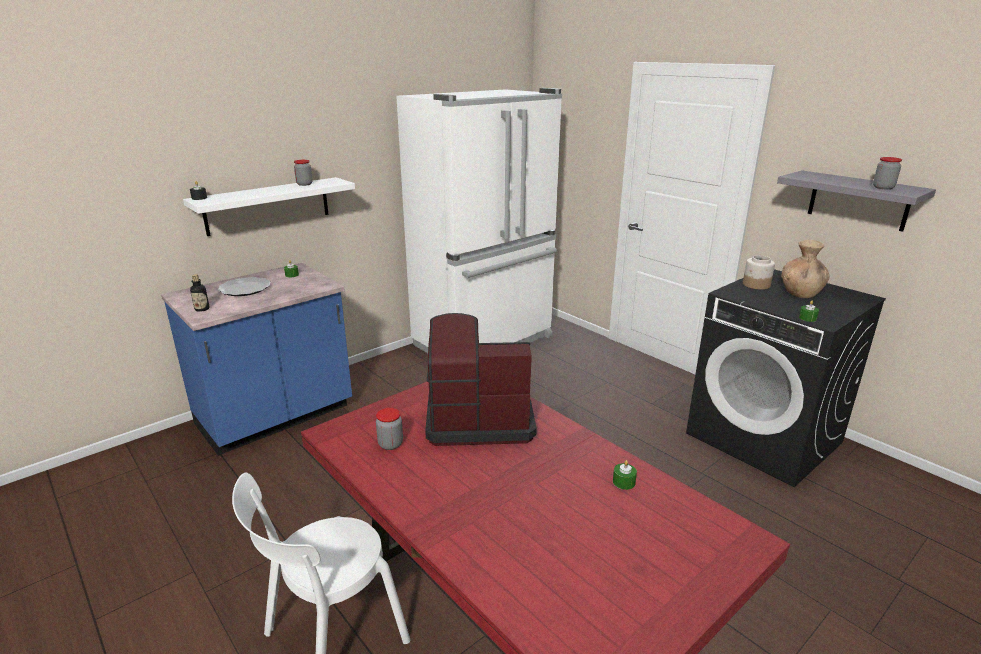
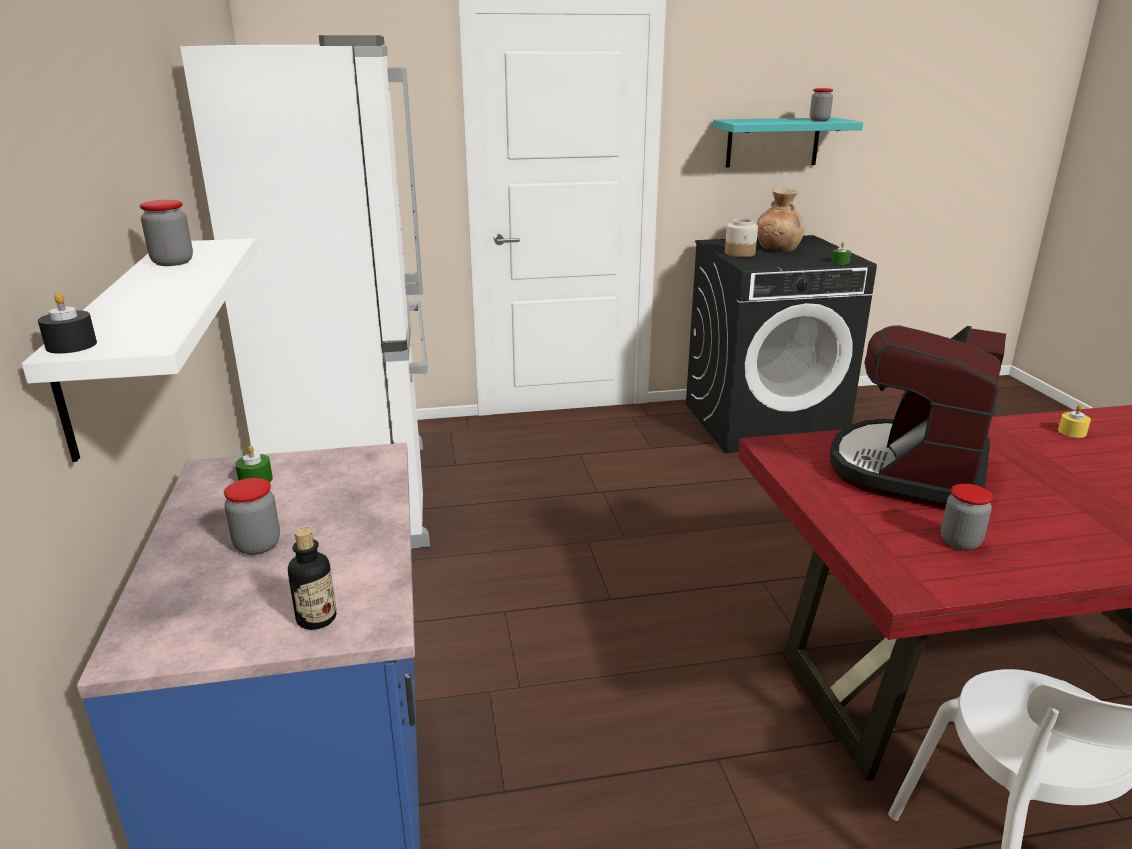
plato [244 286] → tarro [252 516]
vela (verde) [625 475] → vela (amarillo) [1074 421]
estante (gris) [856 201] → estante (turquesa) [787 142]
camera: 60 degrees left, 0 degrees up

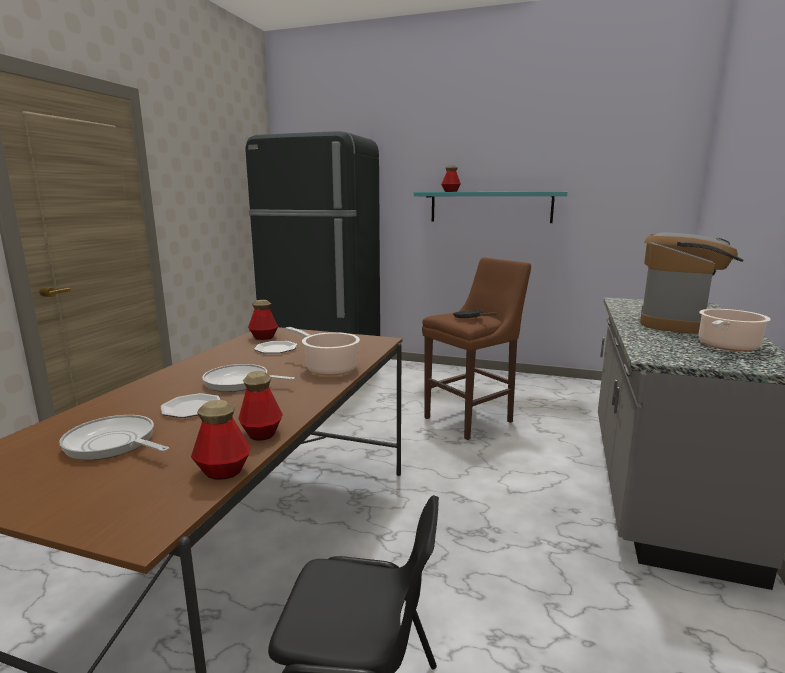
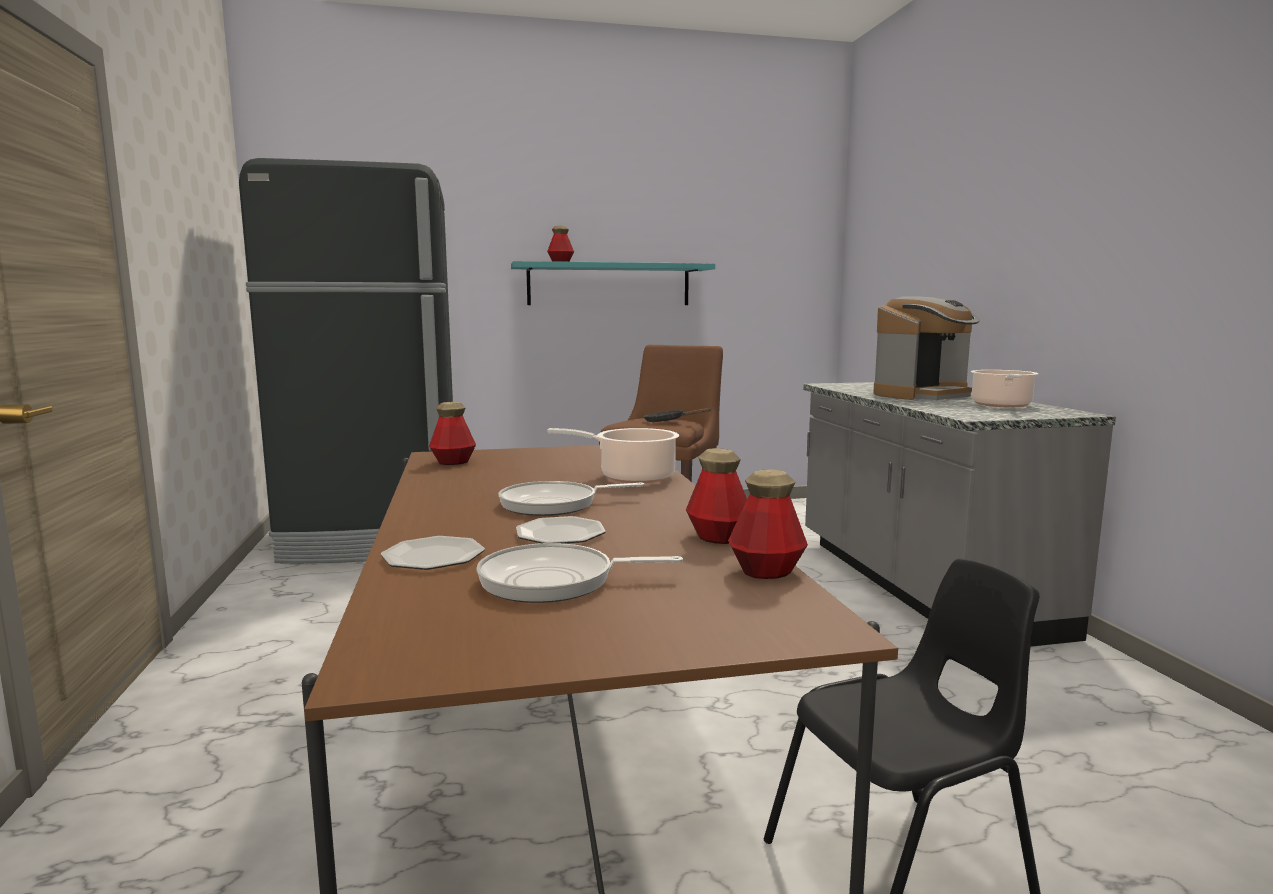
plato [275 347] → plato [433 553], shifted
cafetera [692 283] → cafetera [926 348], 60 degrees clockwise
camera: 30 degrees left, 5 degrees down

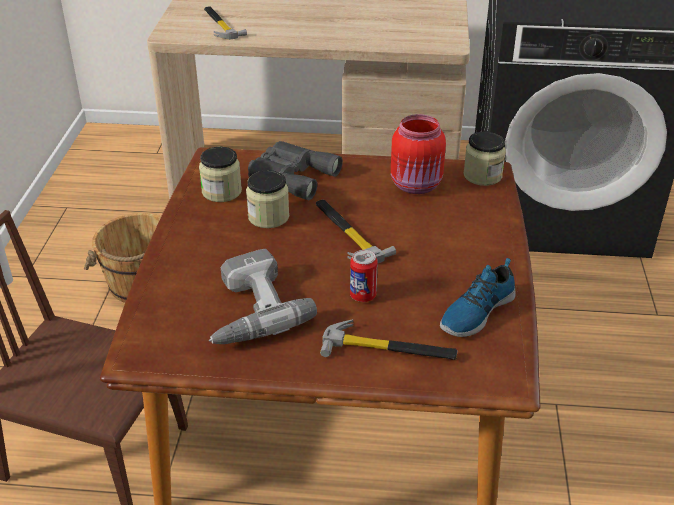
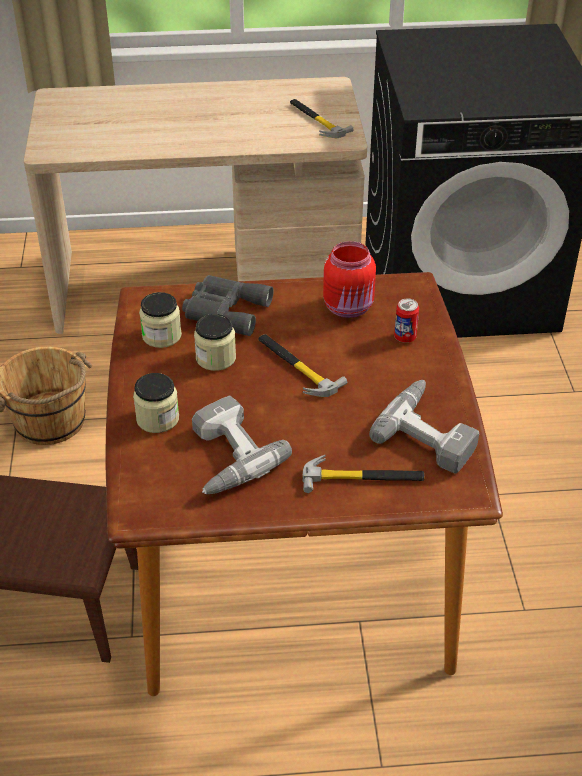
martillo [225 23] → martillo [322 118], shifted
lata [364 276] → lata [406 320], shifted
zapato [478 297] → taladro [424 427]
tarro [484 159] → tarro [156 403], shifted
camera: 10 degrees left, 5 degrees up

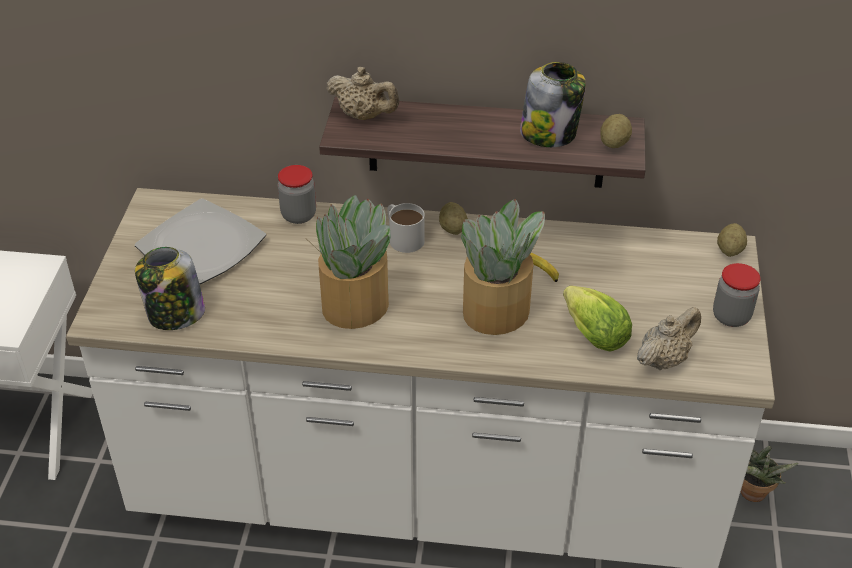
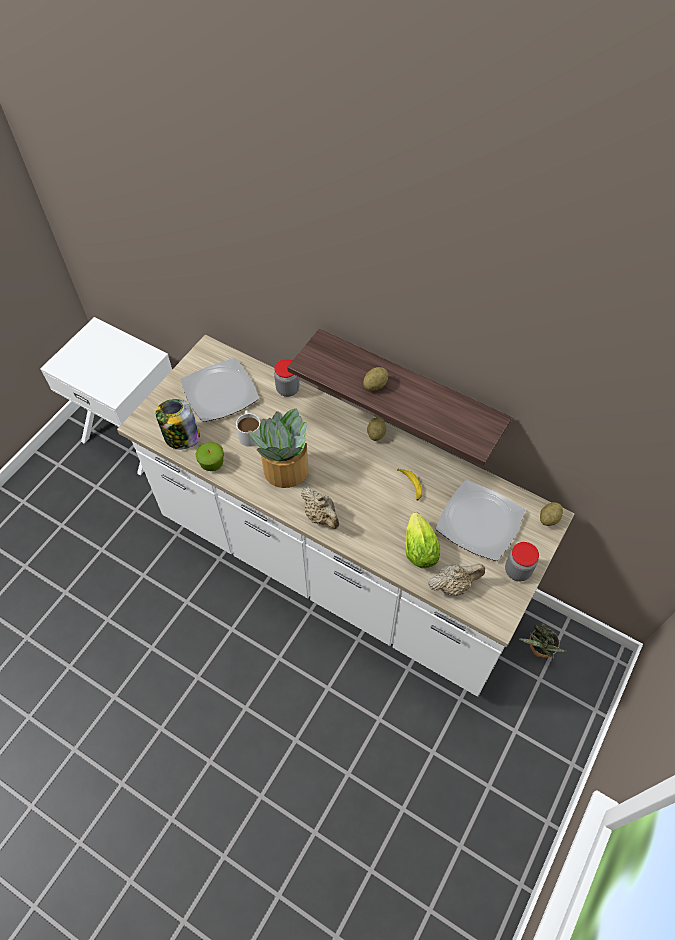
tetera (beis) [362 93] → tetera (beis) [320 508], shifted
taza grande (blanco) [406 228] → taza grande (blanco) [248 428], shifted
planta en maceta [503 267] → -
tarro [553 104] → -
patata [616 131] → patata [375 379], shifted
- → manzana [209 456]
- → plato [480 520]
camera: 25 degrees right, 15 degrees up

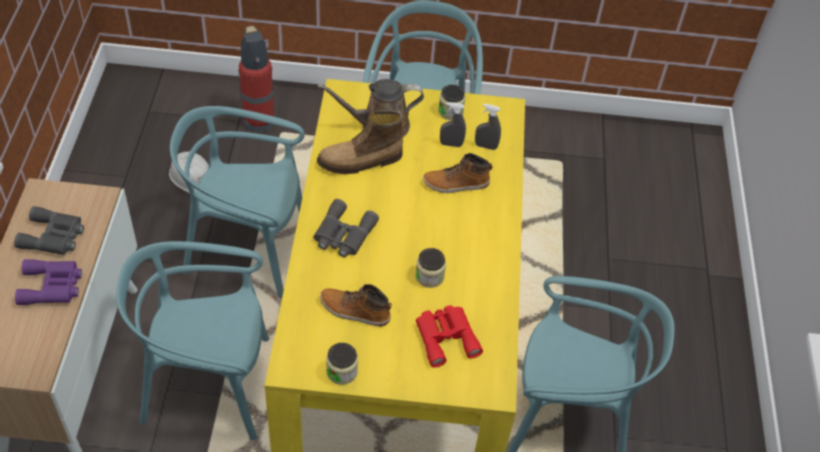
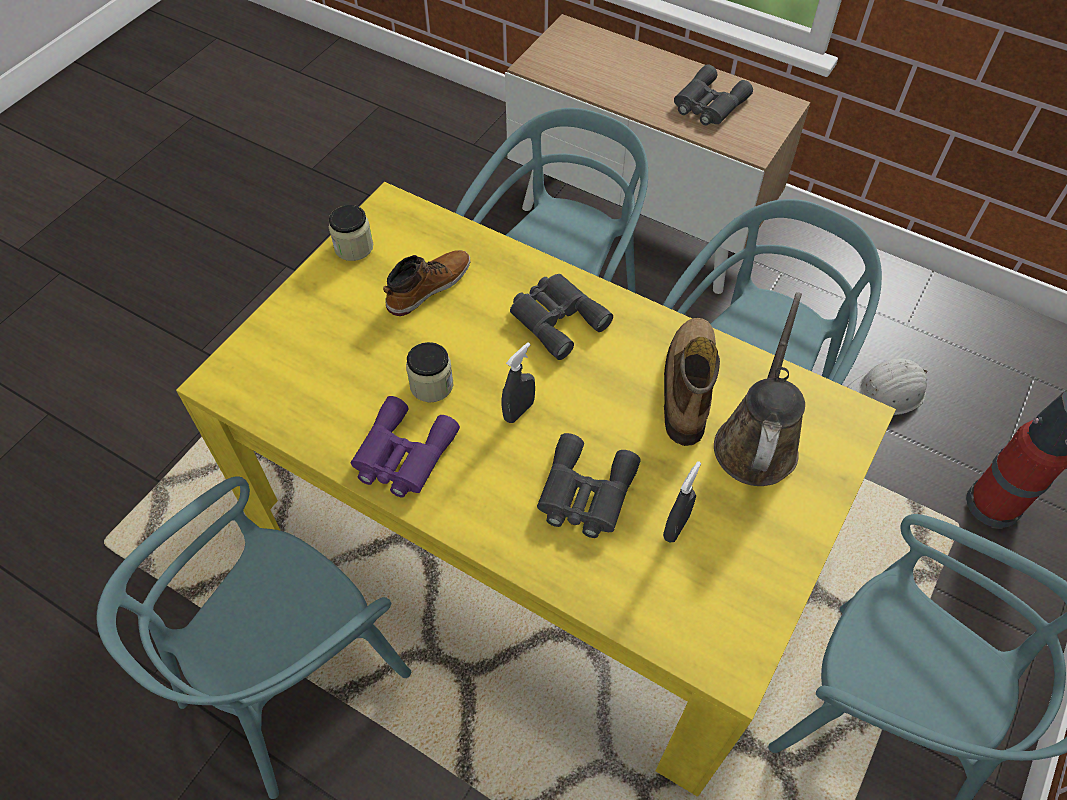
prismáticos (morado) [48 282] → prismáticos (morado) [405 447], shifted
prismáticos (rojo) [449 336] → -
bota [457 173] → prismáticos (gris) [589 485]
tarro [451 102] → -
pulverizador (gris) [488 127] → pulverizador (gris) [518 382], shifted
camera: 120 degrees right, 5 degrees up

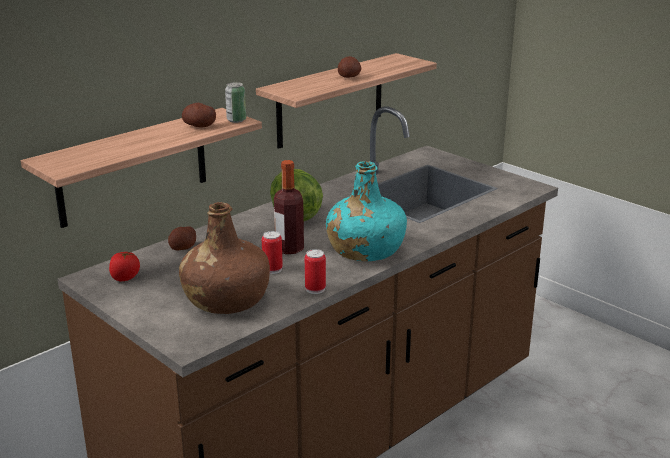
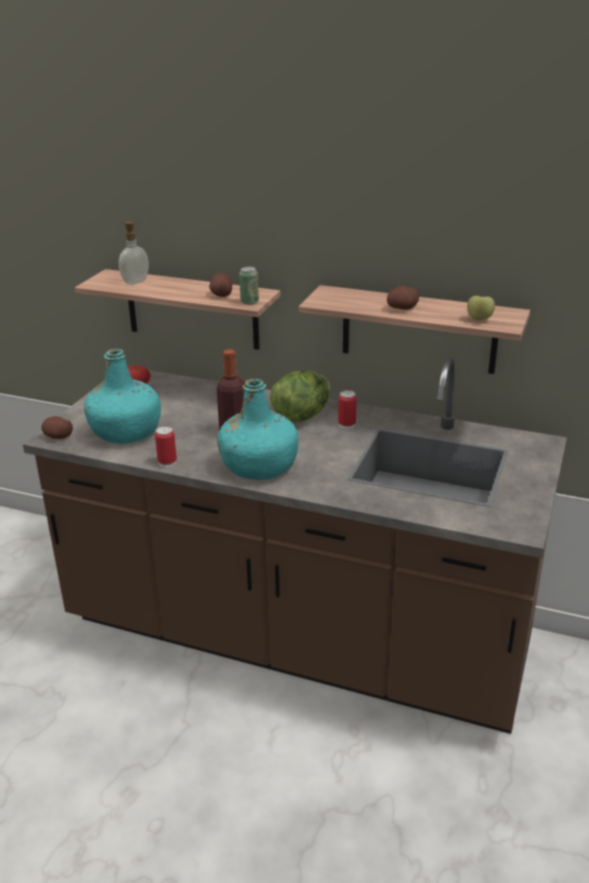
patata [182 238] → patata [57 427], shifted
botella (marrón) [224 258] → botella (turquesa) [122 396]
lata [272 252] → lata [347 409], shifted
- → dispensador de jabón [134 253]
- → manzana [481 308]
camera: 65 degrees right, 5 degrees up

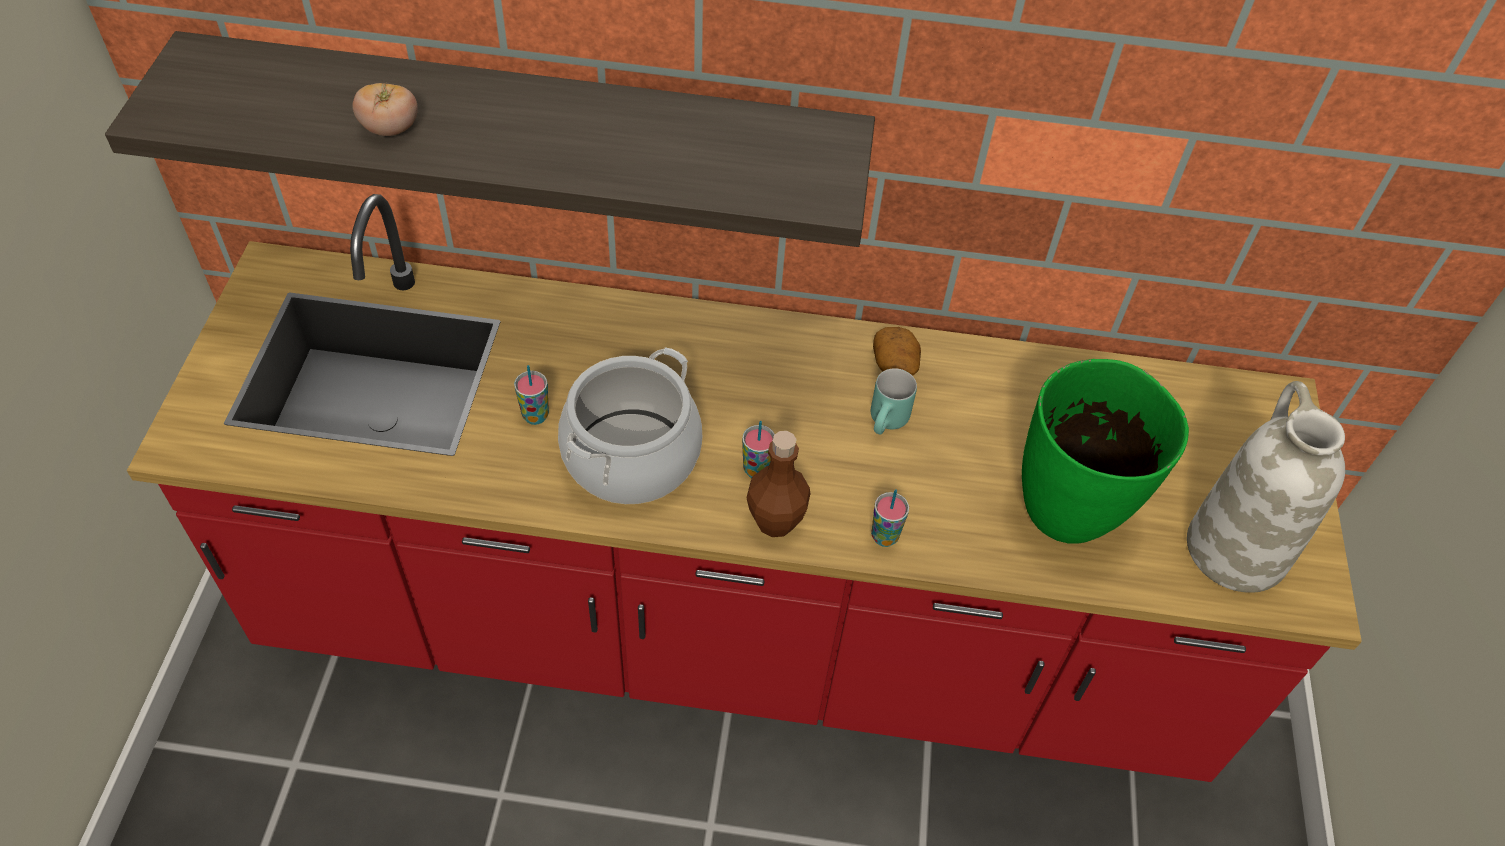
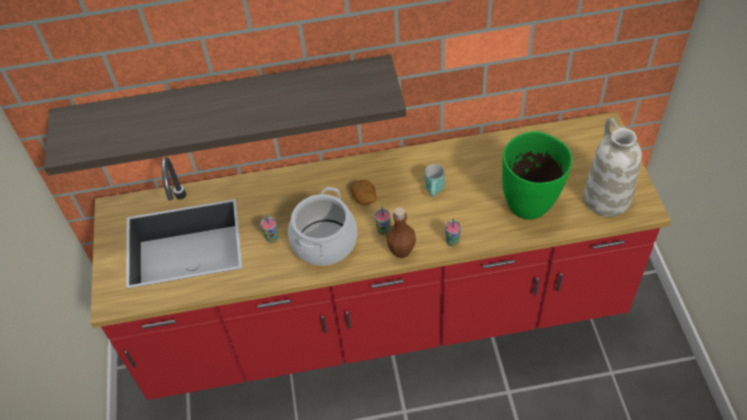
tomate [385 109] → -
patata [897 351] → patata [364 193], shifted
camera: 10 degrees left, 0 degrees up

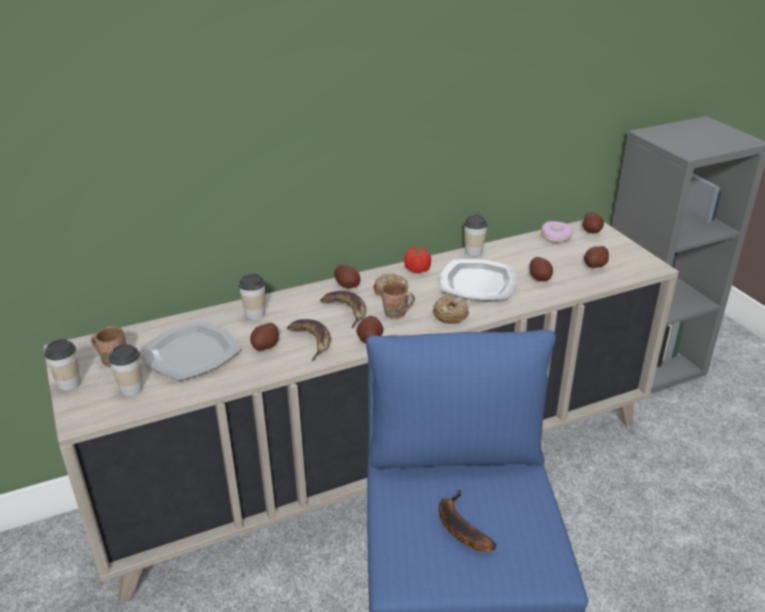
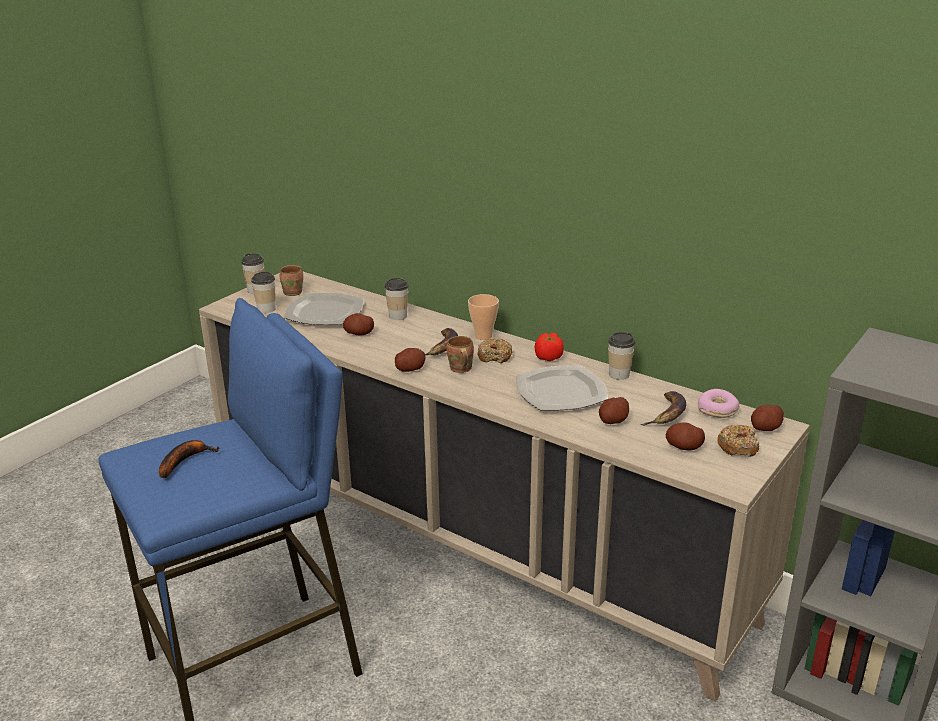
plátano [309 340] → plátano [663 408], shifted
patata [347 276] → taza [483 317]
rosquilla [451 309] → rosquilla [738 441], shifted
camera: 60 degrees right, 5 degrees down

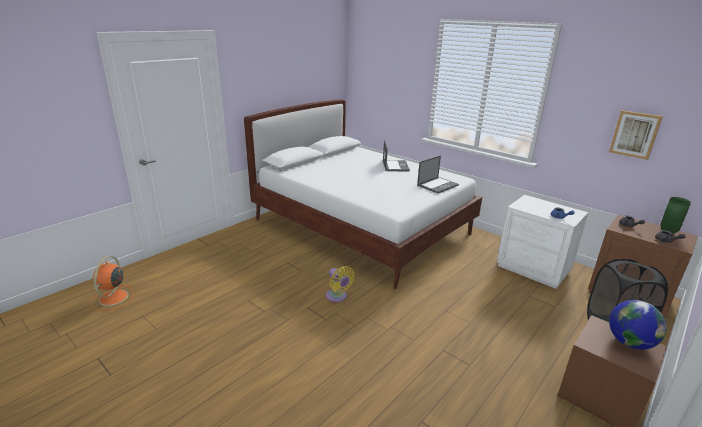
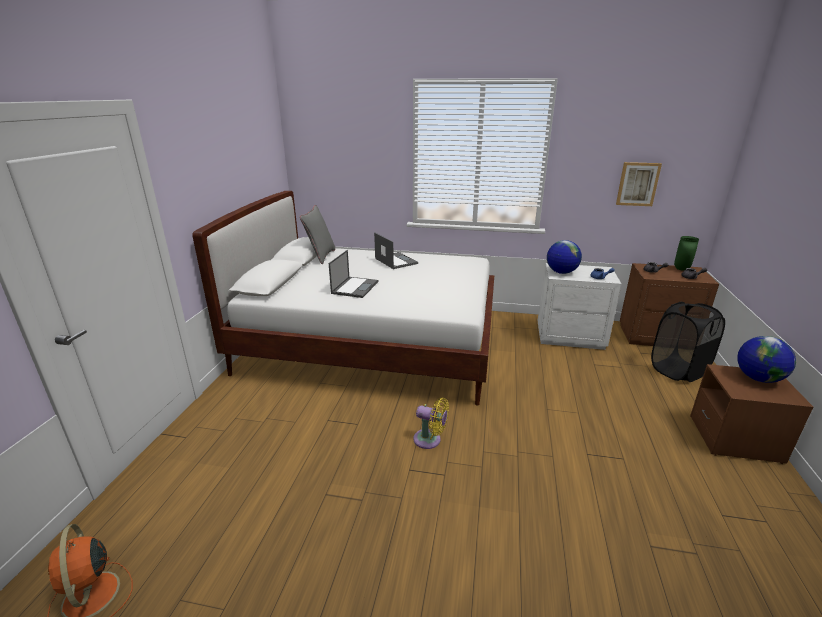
portátil [438 174] → portátil [353 274], shifted
- → cojín (gris) [317 234]
- → globo terráqueo [564 257]
camera: 30 degrees left, 0 degrees up

